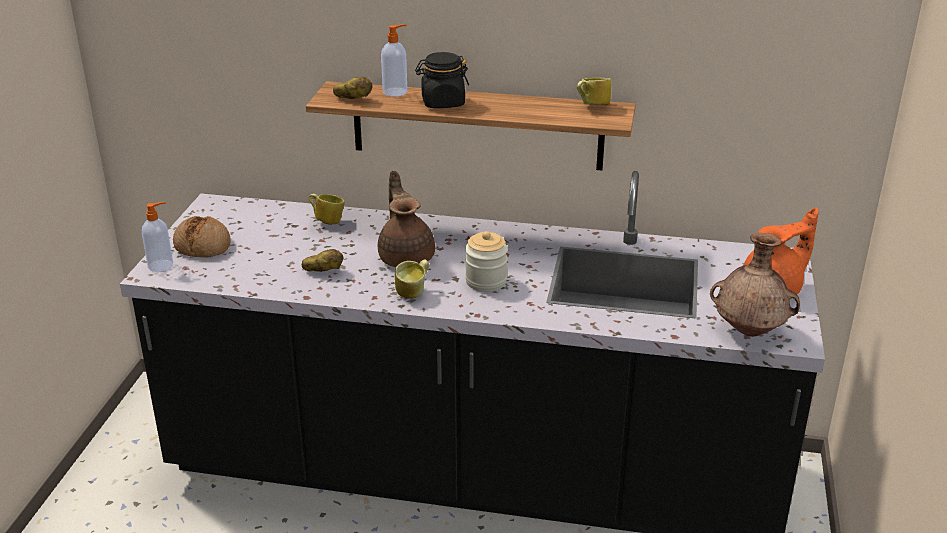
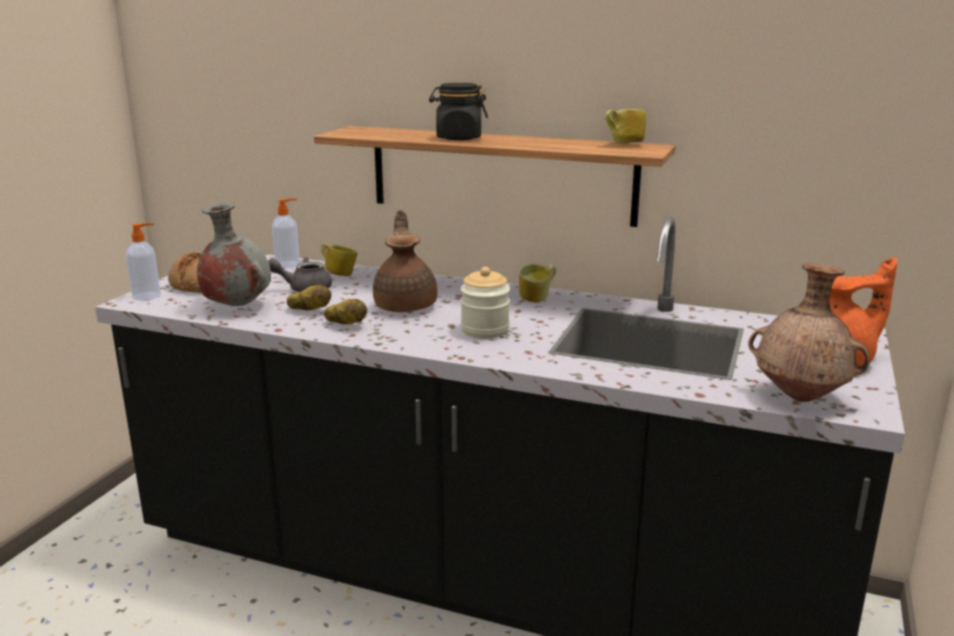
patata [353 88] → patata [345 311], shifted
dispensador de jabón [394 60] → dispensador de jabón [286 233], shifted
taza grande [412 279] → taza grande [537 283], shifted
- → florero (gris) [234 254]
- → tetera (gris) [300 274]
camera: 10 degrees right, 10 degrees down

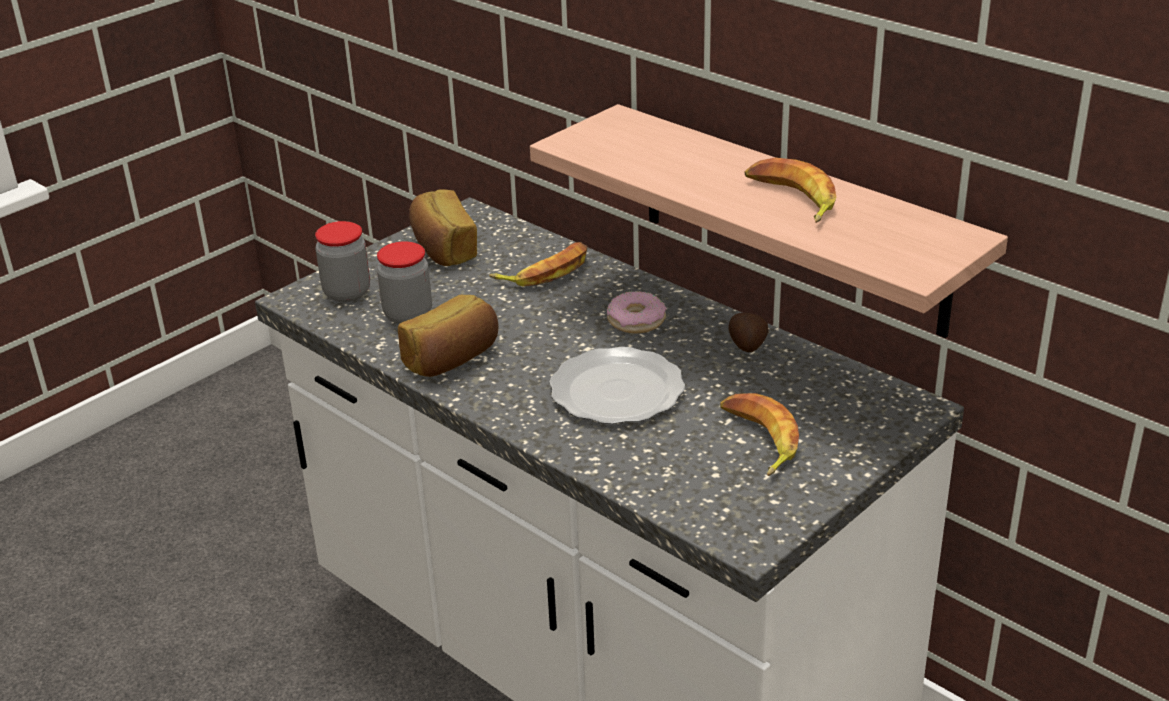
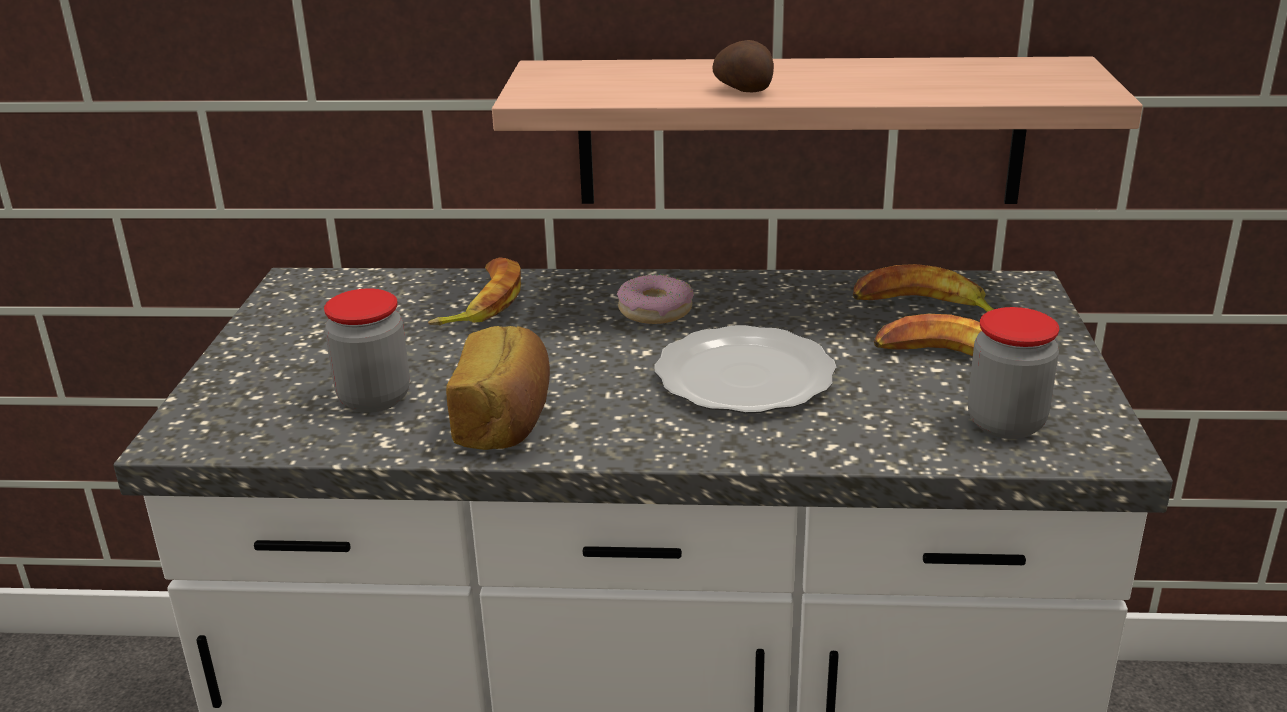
tarro [342 261] → tarro [1013 373], shifted
pan [443 227] → -
patata [748 332] → patata [743 66], shifted
plátano [790 190] → plátano [923 288], shifted
camera: 40 degrees left, 5 degrees down

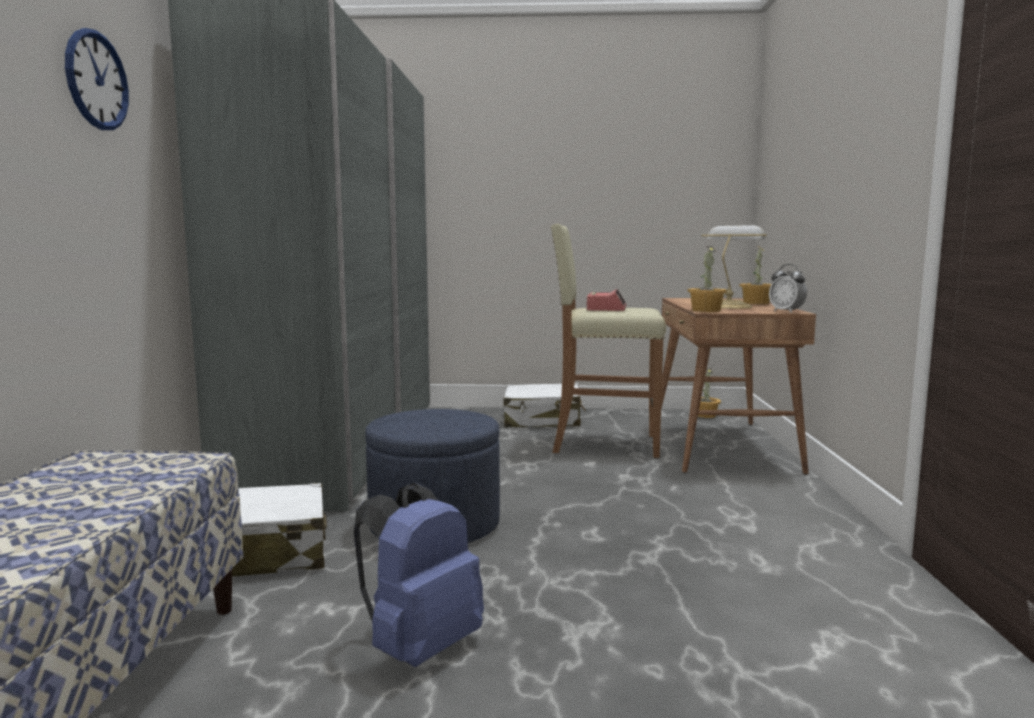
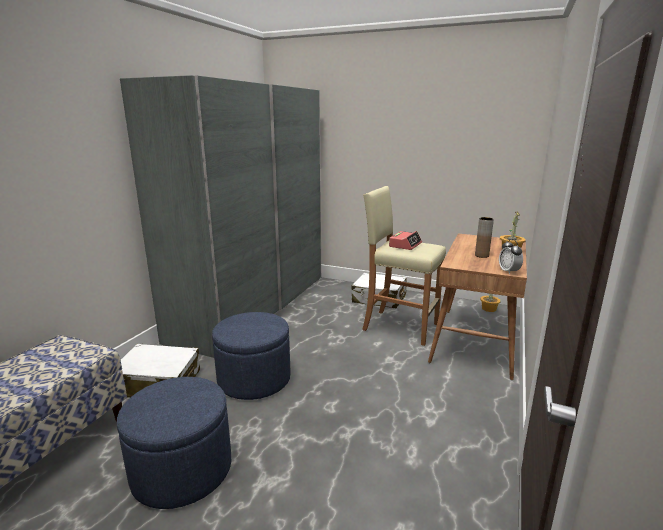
reloj de pared [97 79] → -
mochila (azul) [419 575] → puf (azul) [174 443]
planta en maceta [707 279] → -
lámpara de mesa [734 267] → florero (marrón) [484 237]
camera: 20 degrees right, 10 degrees up

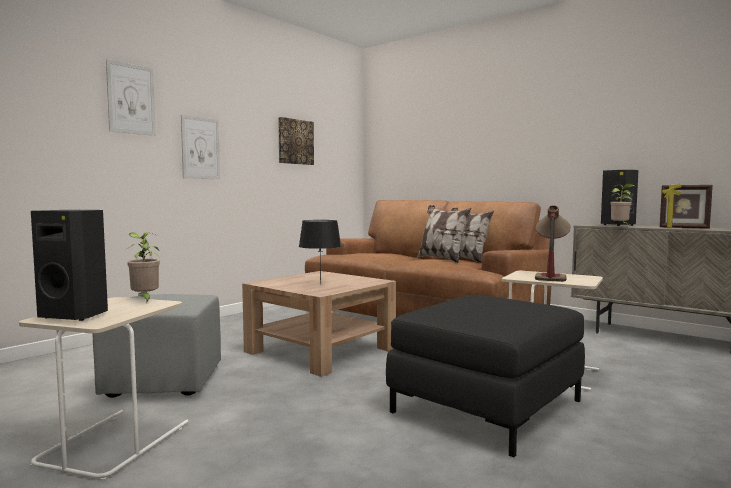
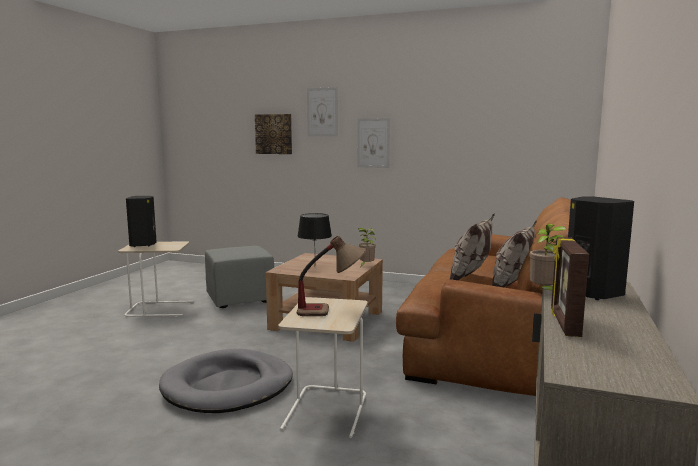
planta en maceta [143 267] → planta en maceta [367 247], shifted
cuadro [296 141] → cuadro [273 134], shifted
puf (negro) [485 376] → cama para perro (gris) [226 381]
camera: 70 degrees right, 5 degrees up

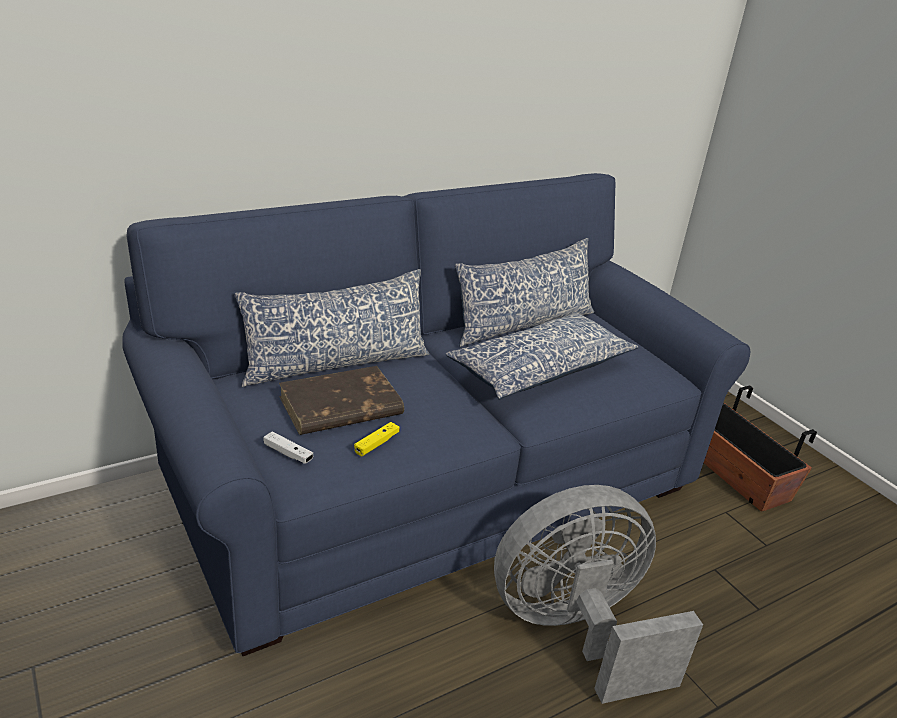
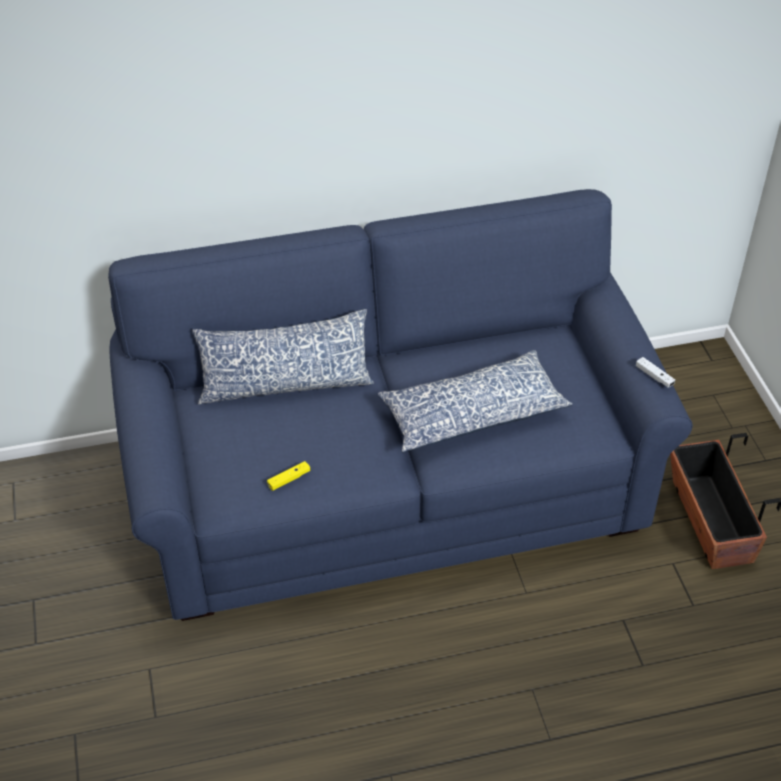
mando de consola (blanco) [288 448] → mando de consola (blanco) [655 372], shifted
libro (marrón) [341 400] → -
cojín [524 292] → -
ventilador (gris) [598 594] → -
camera: 20 degrees right, 15 degrees up

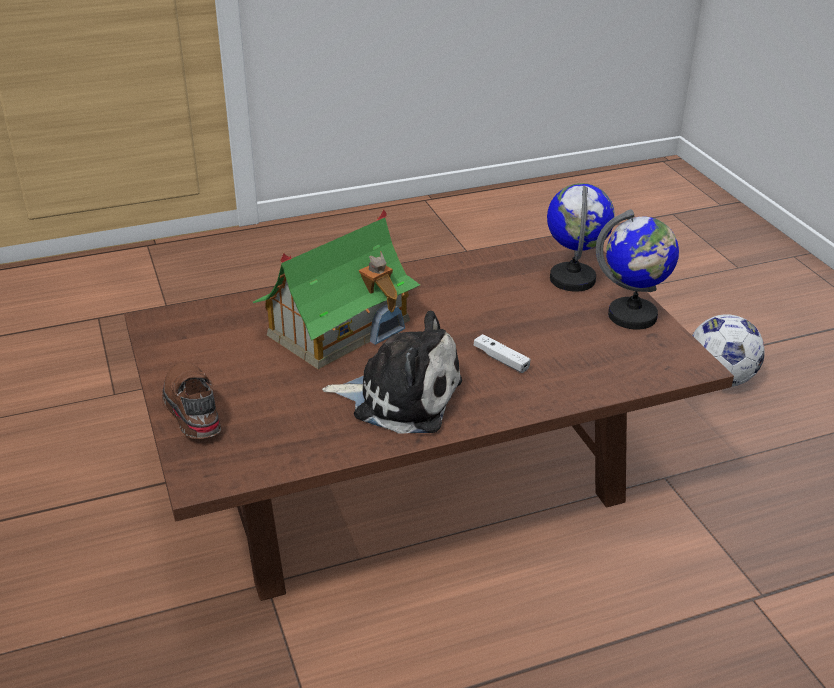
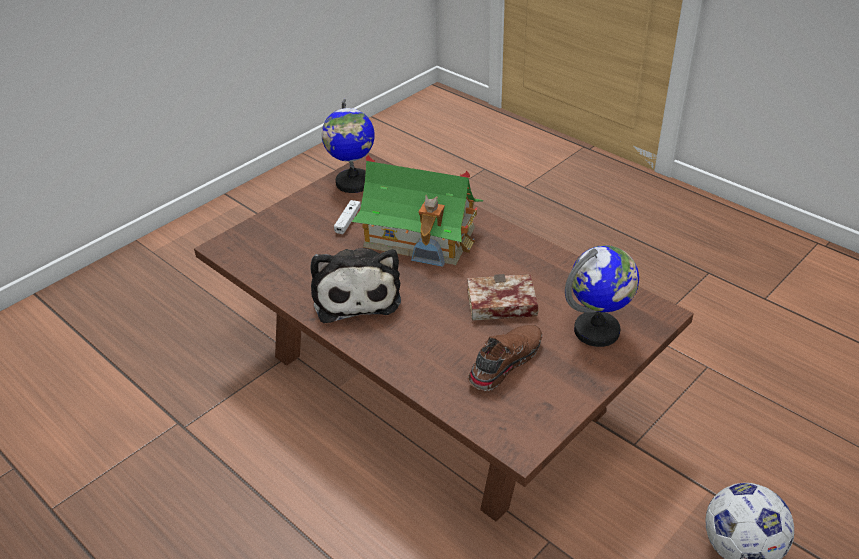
zapato (marrón) [191 400] → zapato (marrón) [505 358], shifted
mando de consola (blanco) [502 353] → mando de consola (blanco) [347 217], shifted
globo terráqueo [637 269] → globo terráqueo [348 146], shifted
- → libro [503 297]
camera: 65 degrees right, 5 degrees up

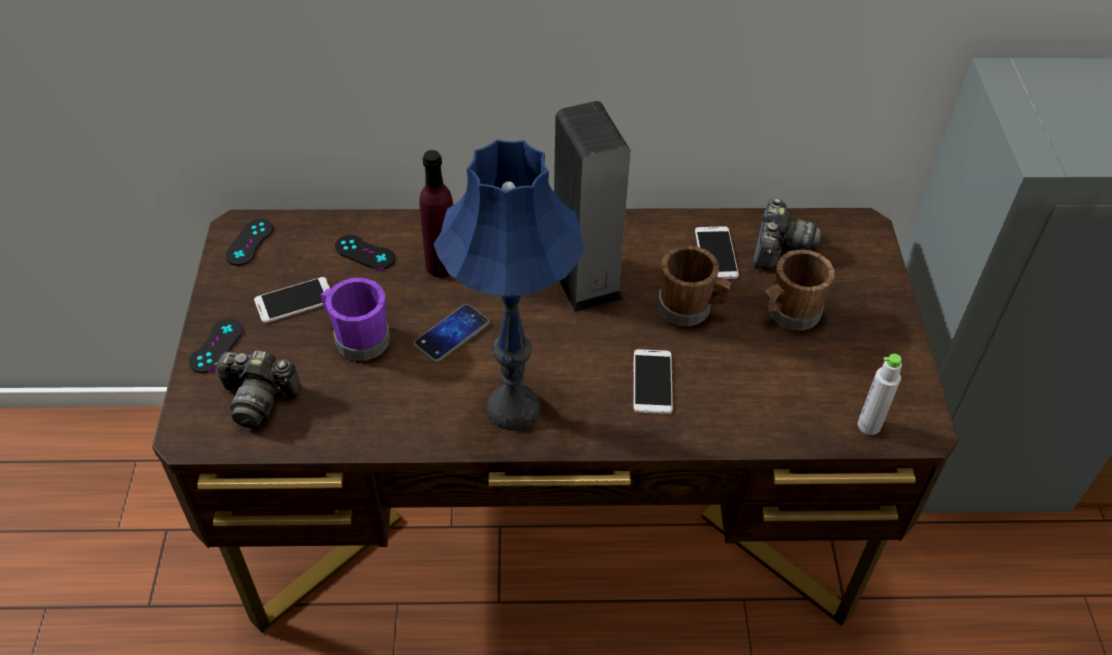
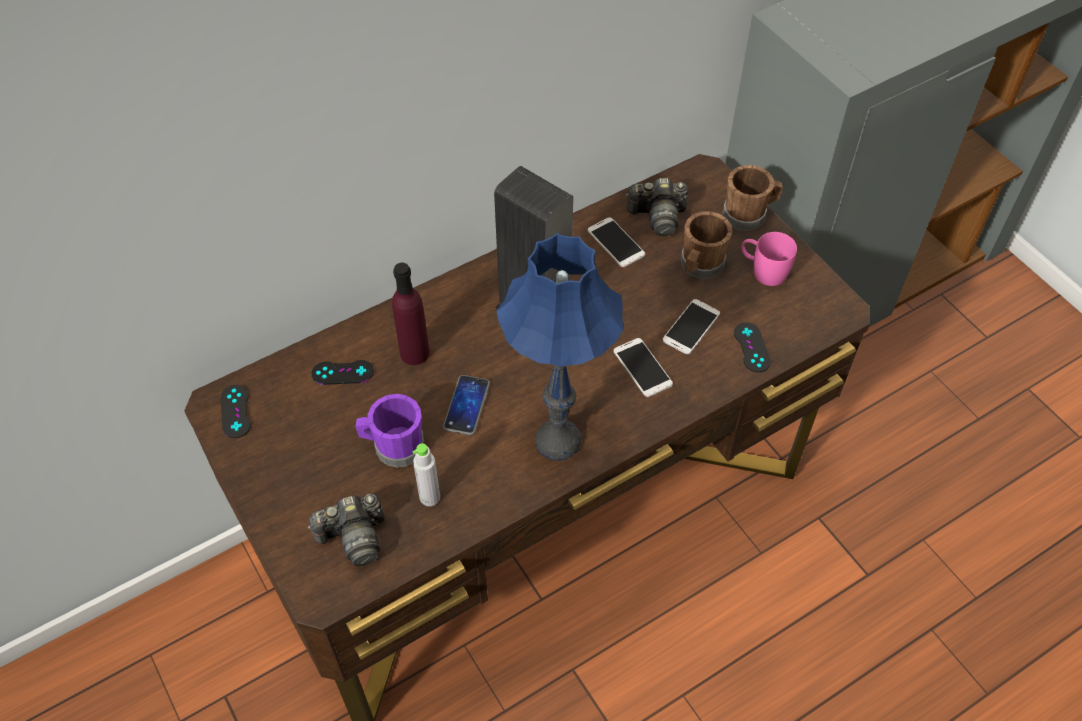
mando de consola (negro) [216 346] → mando de consola (negro) [752 347], shifted
móvil [292 300] → móvil [691 327], shifted
taza grande (marrón) [694 285] → taza grande (marrón) [753 198], shifted
cámara [787 233] → cámara [657 207], 105 degrees clockwise
botella (gris) [880 394] → botella (gris) [426 474], shifted
- → taza grande (rosa) [769 259]
camera: 30 degrees left, 5 degrees up

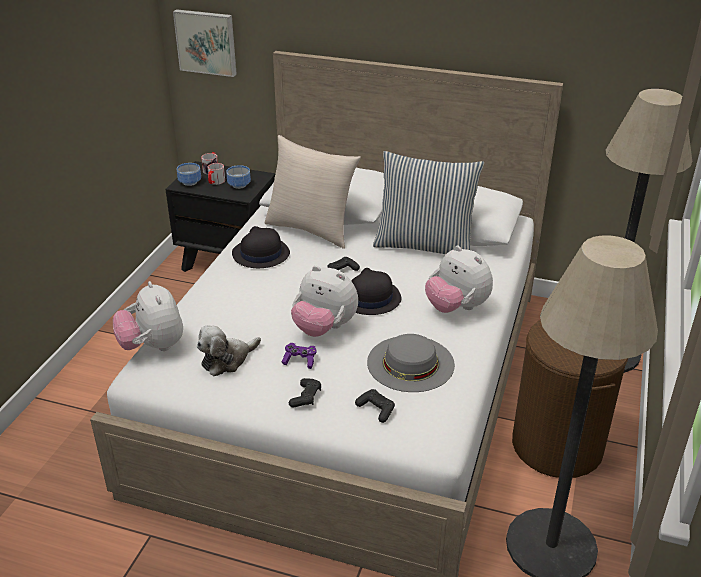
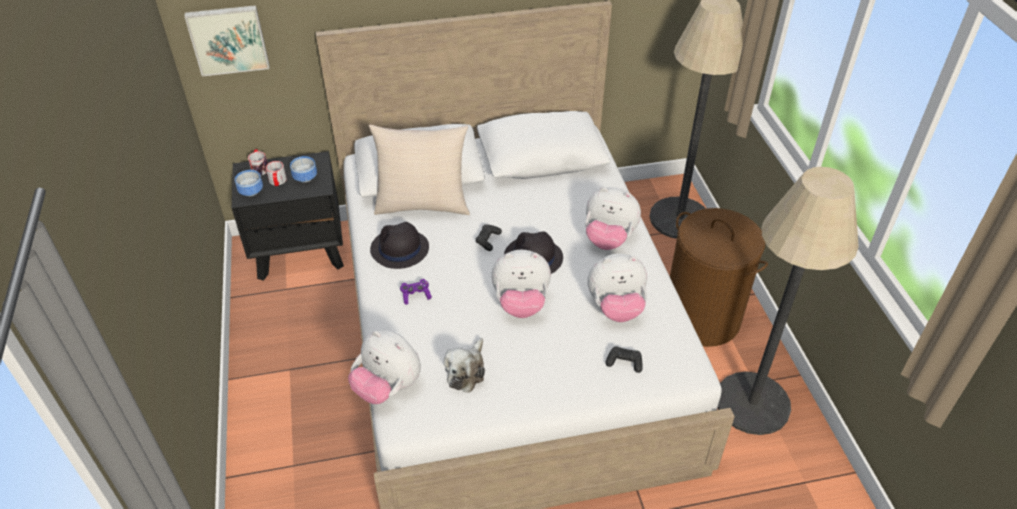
mando de consola (morado) [299 356] → mando de consola (morado) [416 292], shifted
mando de consola (negro) [305 392] → -
sombrero (gris) [411 363] → peluche [617 288]
cojín [428 202] → -
camera: 30 degrees left, 10 degrees up

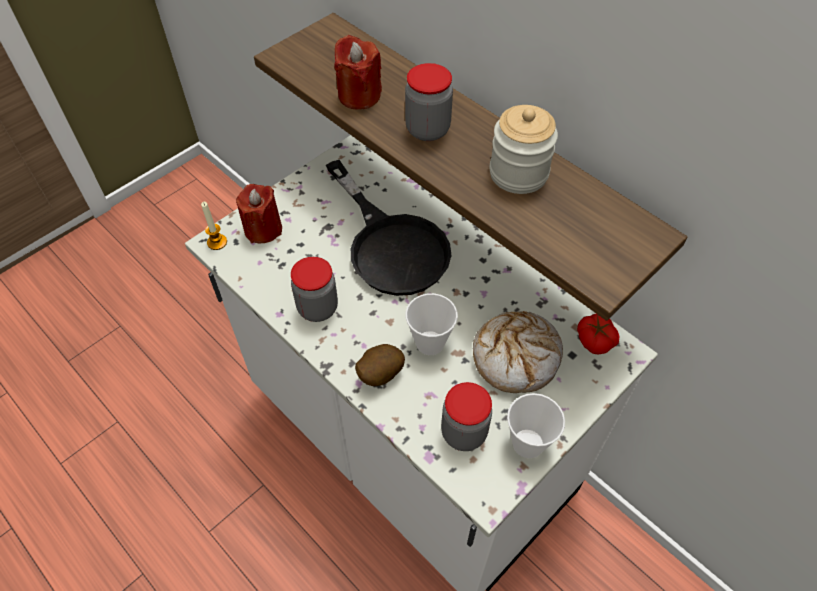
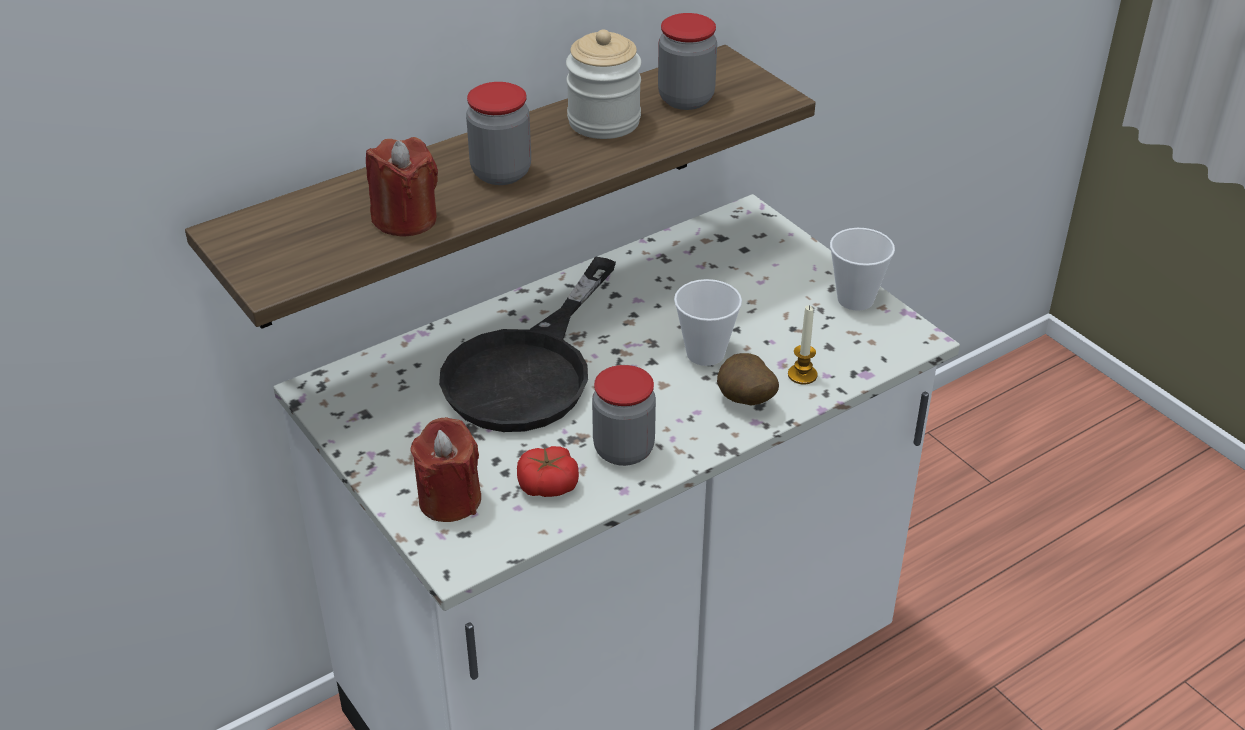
vela [214 226] → vela [803 344], shifted
sartén (negro) [389 228] → sartén (negro) [527 344], 135 degrees clockwise
tarro [466 416] → tarro [687 61], shifted
pan [518 352] → -
tomate [598 334] → tomate [548 471], shifted
camera: 80 degrees left, 15 degrees down

